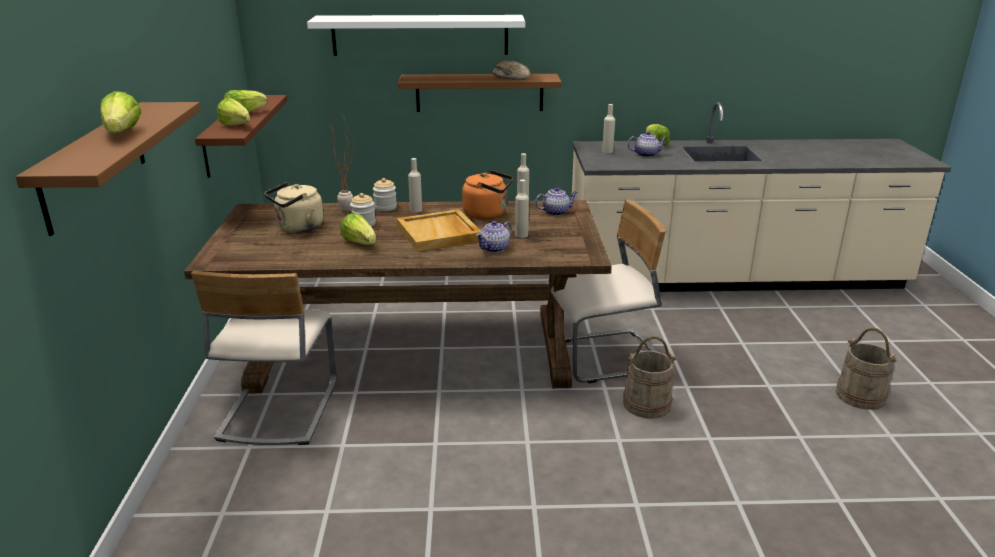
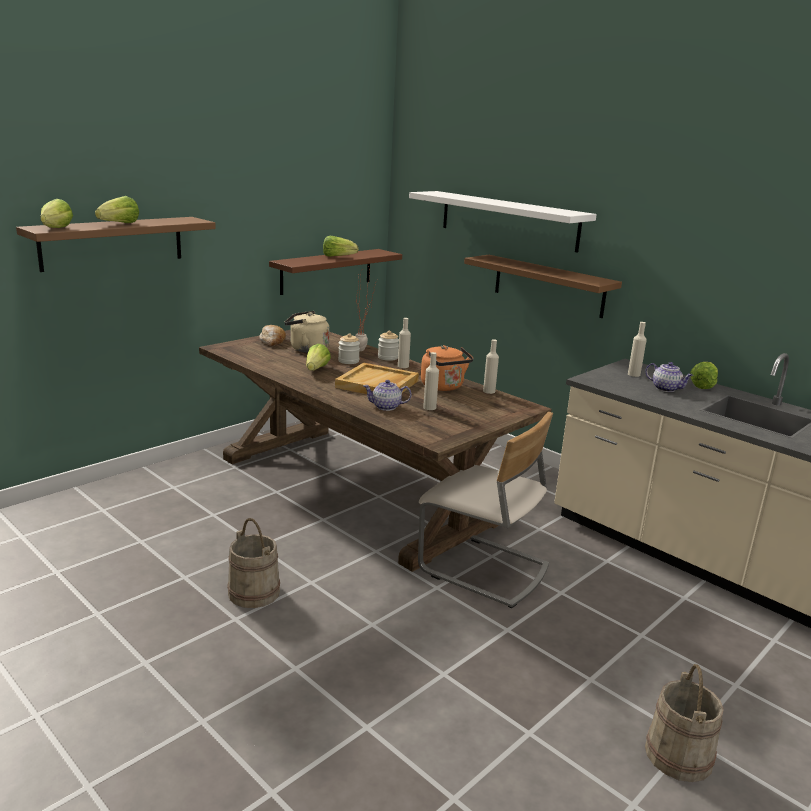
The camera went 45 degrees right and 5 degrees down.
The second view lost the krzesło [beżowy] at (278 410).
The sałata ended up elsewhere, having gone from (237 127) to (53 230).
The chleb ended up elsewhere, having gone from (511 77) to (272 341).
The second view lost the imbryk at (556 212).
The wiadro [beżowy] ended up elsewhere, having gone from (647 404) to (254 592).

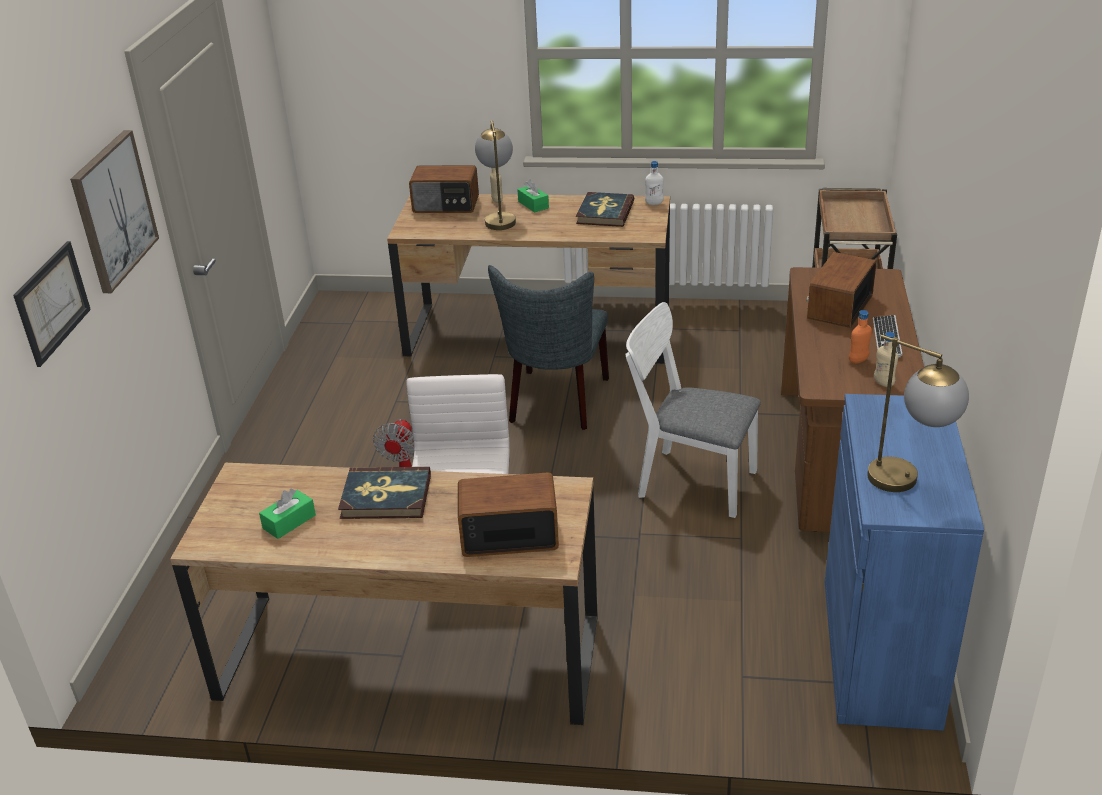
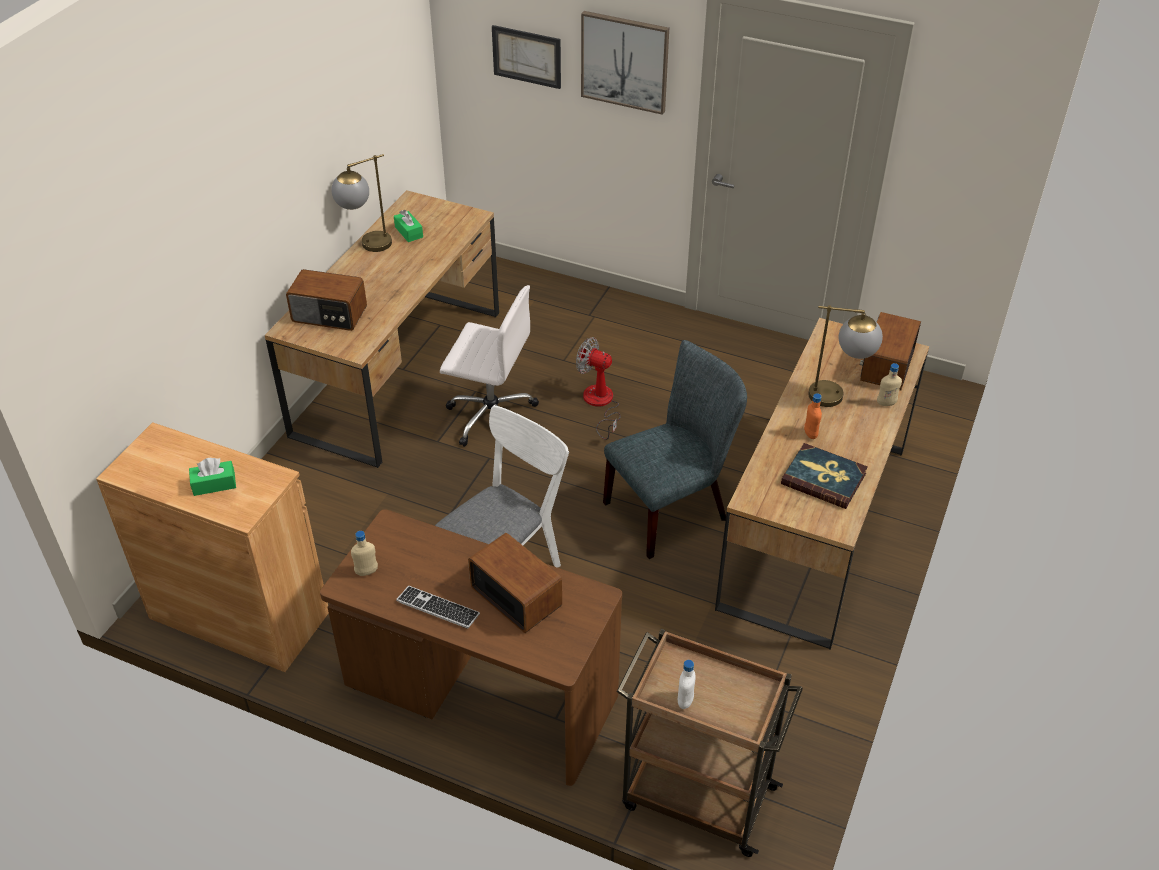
The camera went 105 degrees right and 10 degrees up.
The second view lost the książka at (386 497).
The radio at (508 534) ended up facing another way, 90 degrees clockwise from before.
The krzesło [szary] at (556 403) ended up facing another way, 120 degrees clockwise from before.
The pudełko chusteczek [zielony] ended up elsewhere, having gone from (533 205) to (214 484).
The butelka [biały] ended up elsewhere, having gone from (654 203) to (685 701).
What was the szafka [niebieski] at (880 651) turned into the szafka [brązowy] at (239 615).
The butelka [pomarańczowy] ended up elsewhere, having gone from (858 360) to (810 434).
The lampa stołowa ended up elsewhere, having gone from (909 484) to (366 247).

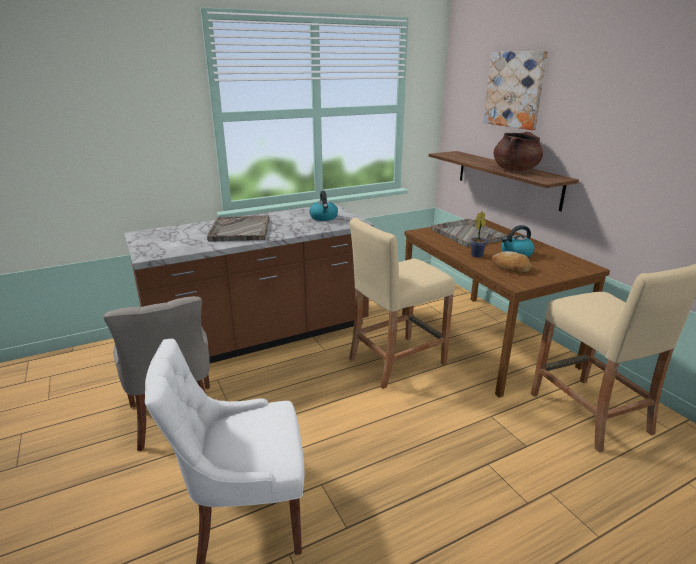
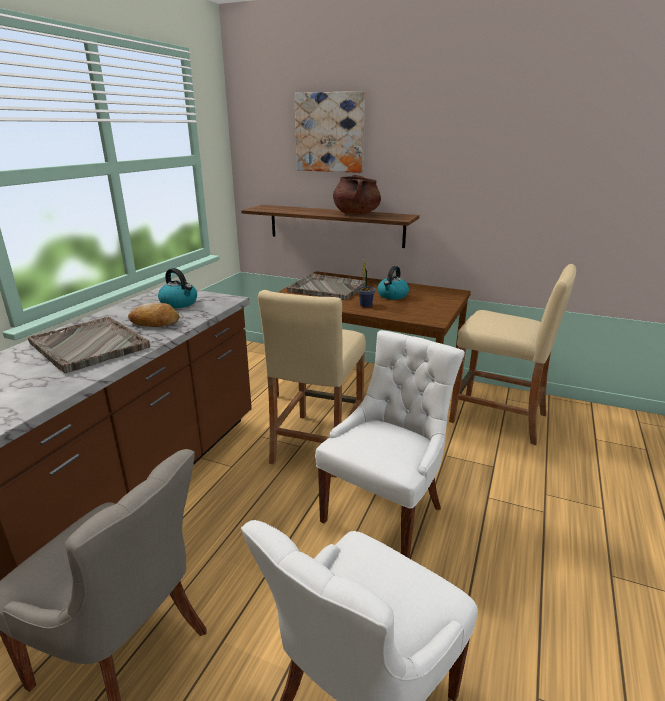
The camera went 40 degrees left and 0 degrees up.
The chleb ended up elsewhere, having gone from (510 267) to (155 323).
The second view gained the krzesło [biały] at (385 513).

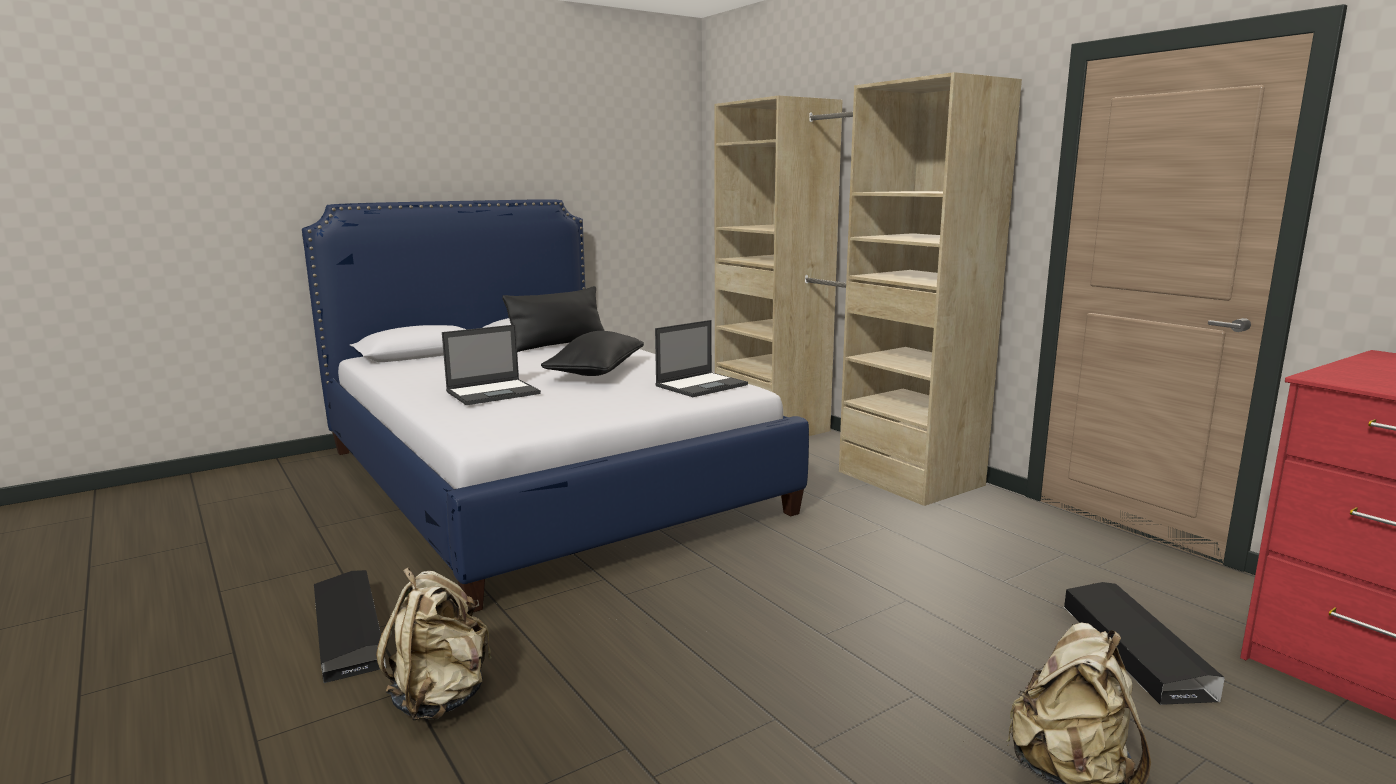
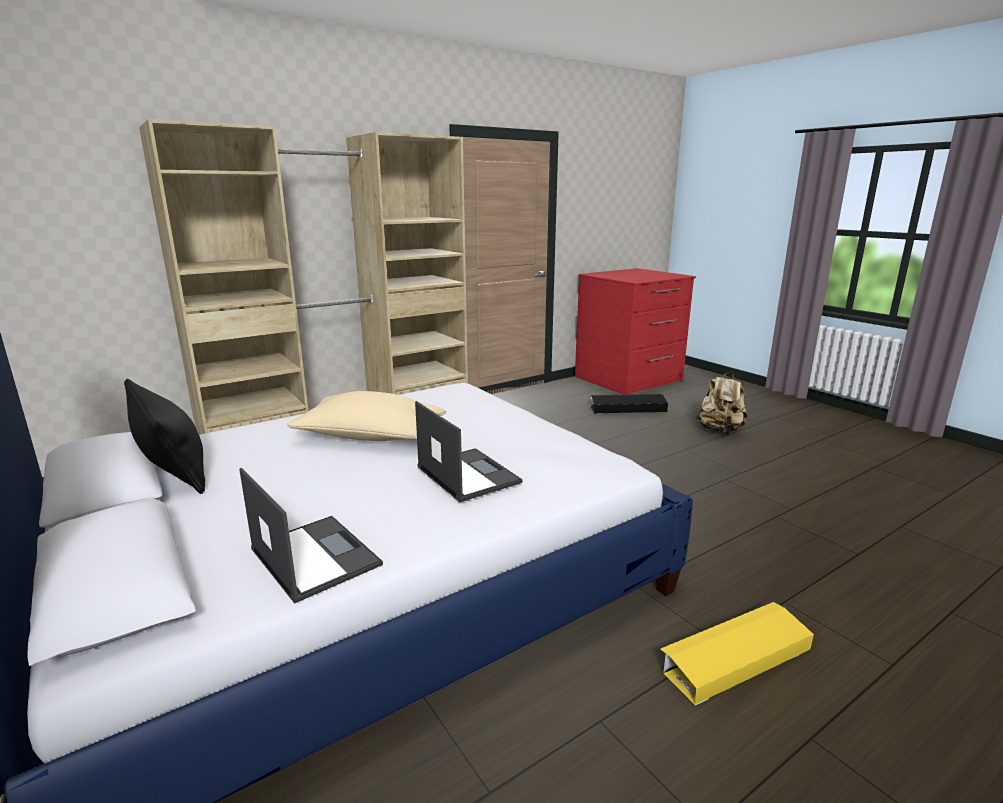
The camera went 90 degrees left and 5 degrees up.
What was the pojemnik do przechowywania [czarny] at (349 632) turned into the pojemnik do przechowywania [żółty] at (734 658).
The second view lost the plecak [beżowy] at (441 697).
What was the poduszka [czarny] at (596 372) turned into the poduszka [beżowy] at (370 437).
The laptop ended up elsewhere, having gone from (702 385) to (314 556).

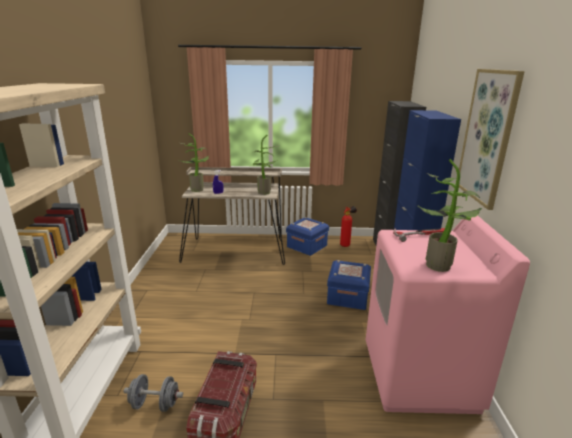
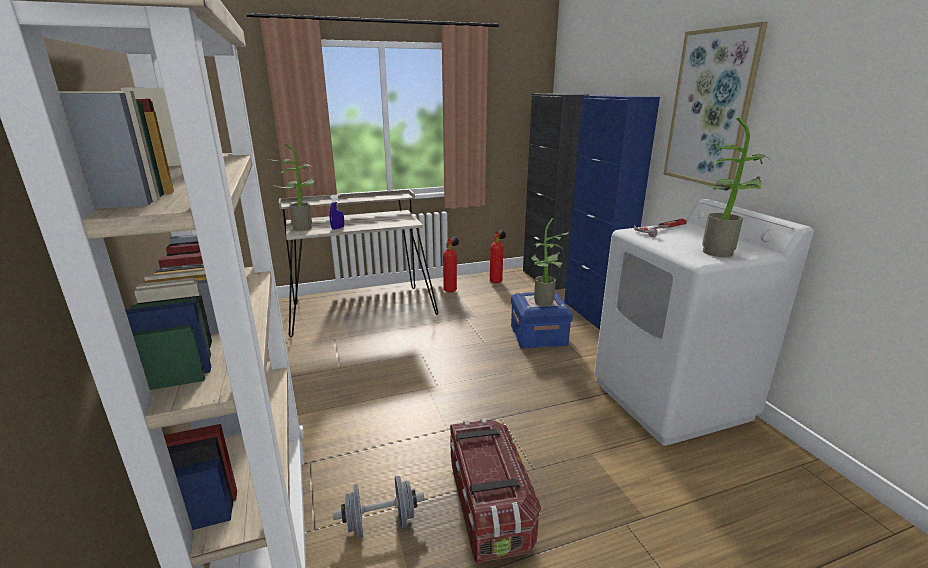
The camera went 20 degrees left and 0 degrees up.
The roślina doniczkowa ended up elsewhere, having gone from (264 193) to (545 303).
Where the pojemnik do przechowywania [niebieski] stood at (307 246), the gaśnica came to stand at (451 290).
What was the pralka [różowy] at (419 376) turned into the pralka [biały] at (671 400).

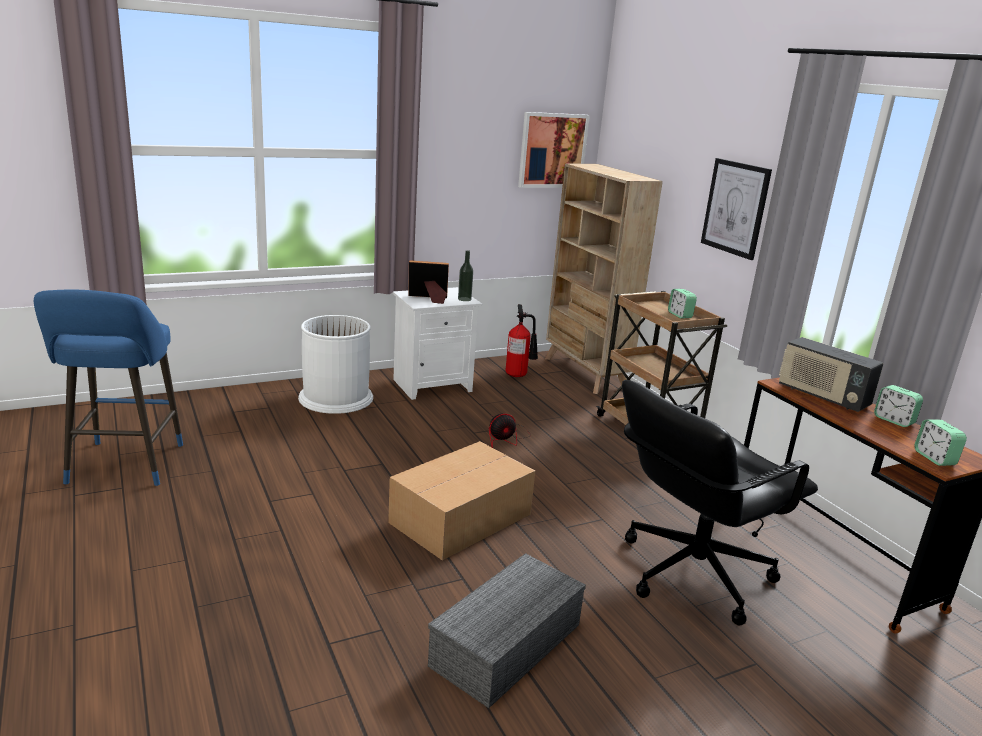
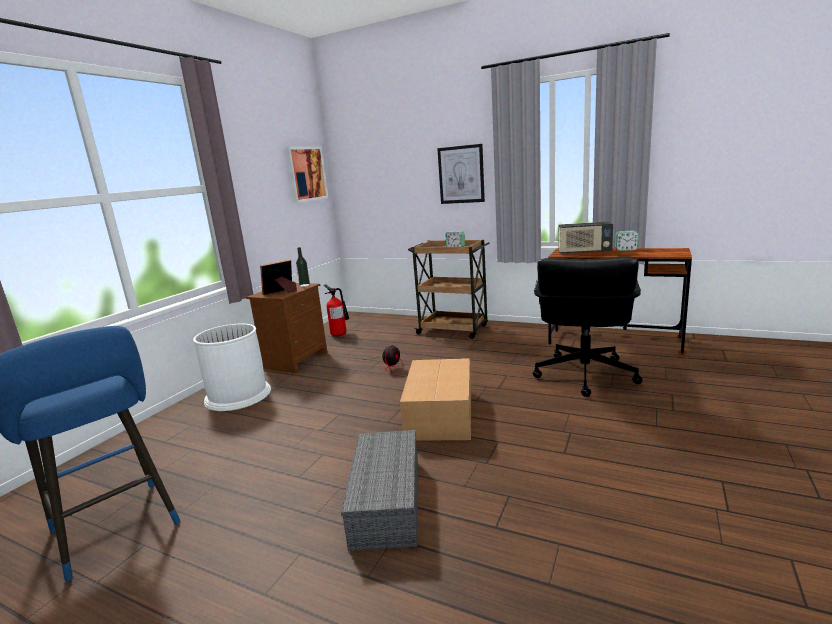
The camera went 35 degrees left and 5 degrees down.
What was the szafka nocna [biały] at (433 385) turned into the szafka nocna [brązowy] at (295 360).
The pojemnik do przechowywania [szary] ended up elsewhere, having gone from (506 646) to (388 502).
The second view lost the regał [beżowy] at (585 373).
The second view lost the budzik at (934 458).

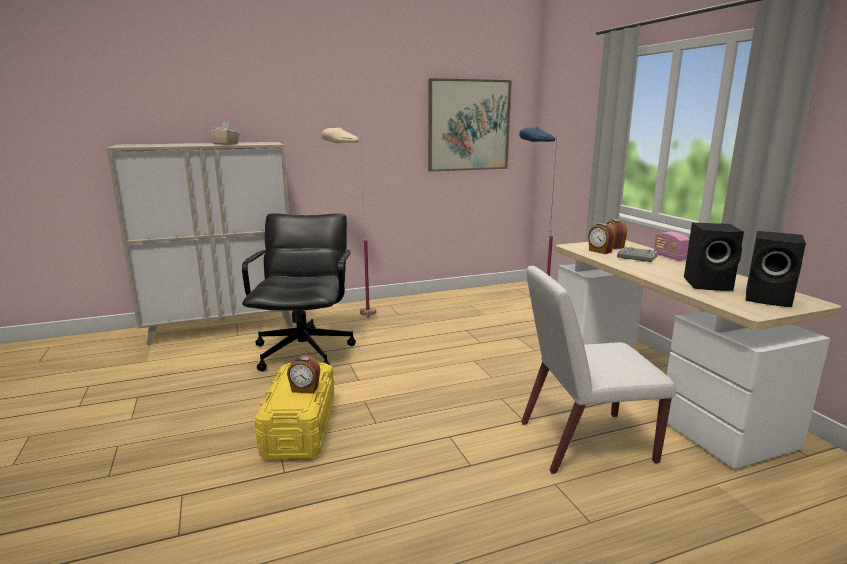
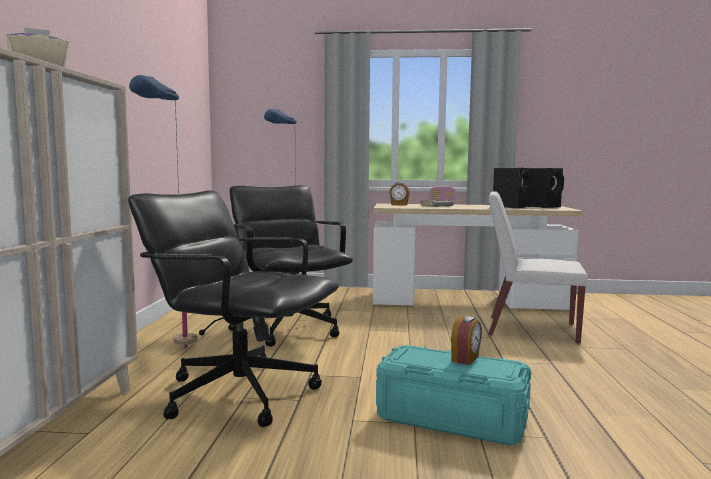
The camera went 65 degrees left and 10 degrees down.
What was the pojemnik do przechowywania [żółty] at (300 427) turned into the pojemnik do przechowywania [turkusowy] at (451 418).
What was the lampa stojąca [beżowy] at (354 317) turned into the lampa stojąca [niebieski] at (170 354).
The second view lost the obraz at (468 125).
The krzesło [biały] at (584 442) ended up facing another way, 90 degrees clockwise from before.
The second view lost the budzik at (599 251).
The second view gained the krzesło biurowe [czarny] at (288 328).

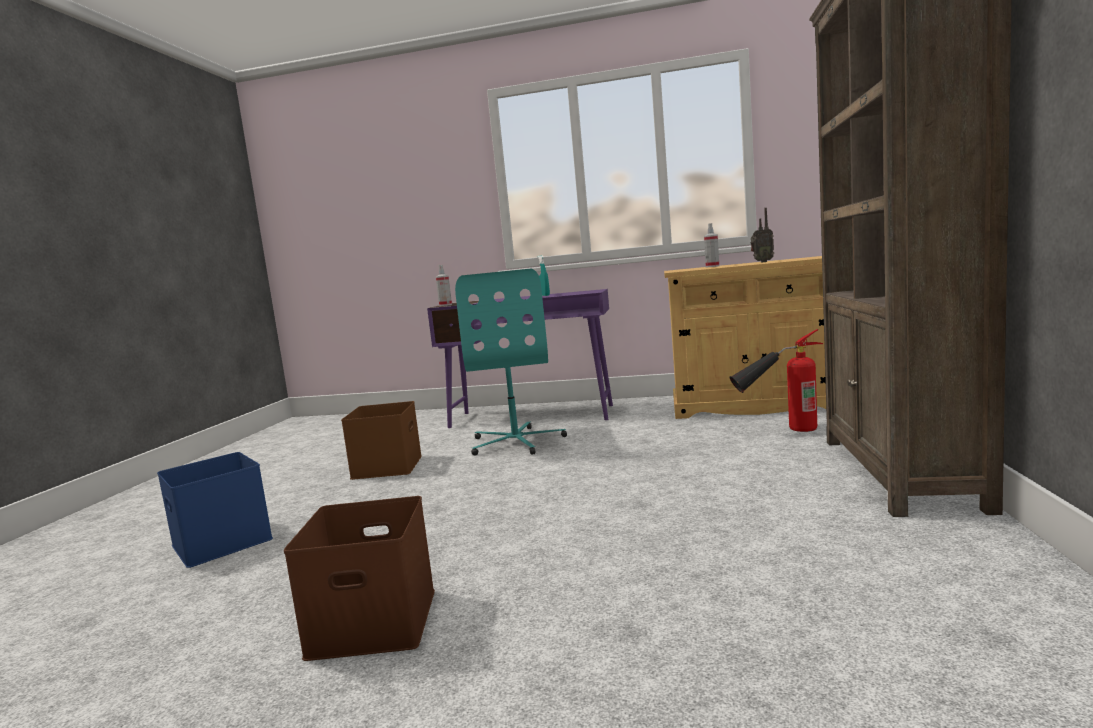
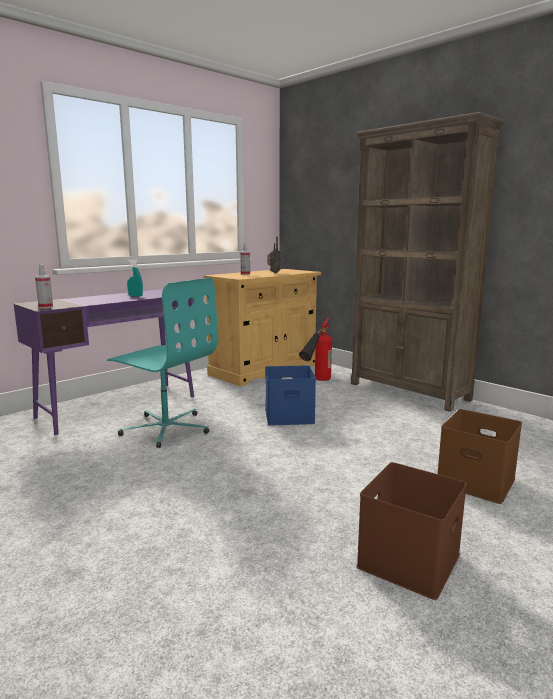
The camera went 55 degrees left and 5 degrees up.
The pojemnik do przechowywania [niebieski] ended up elsewhere, having gone from (224 542) to (290 415).
The pojemnik do przechowywania [brązowy] ended up elsewhere, having gone from (388 467) to (477 481).

